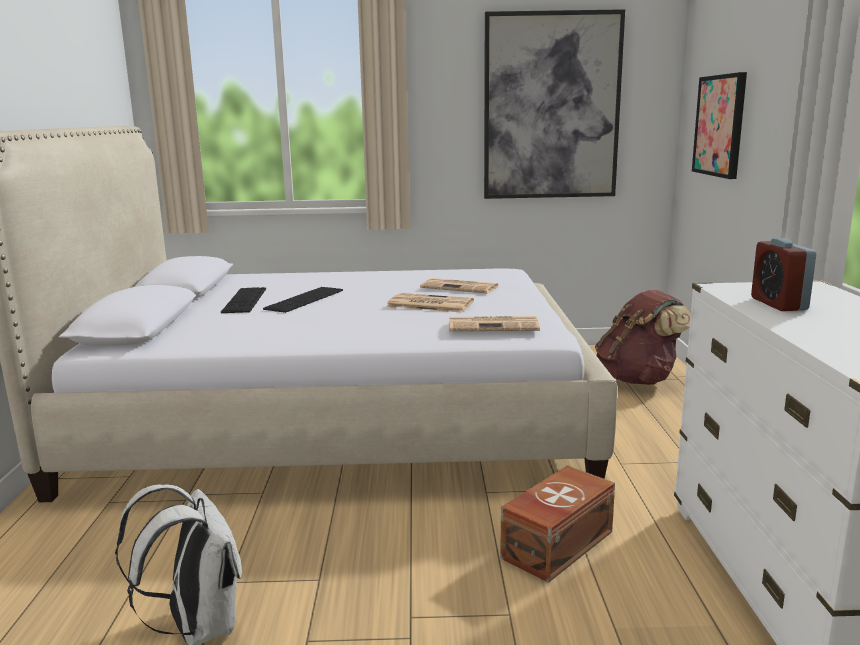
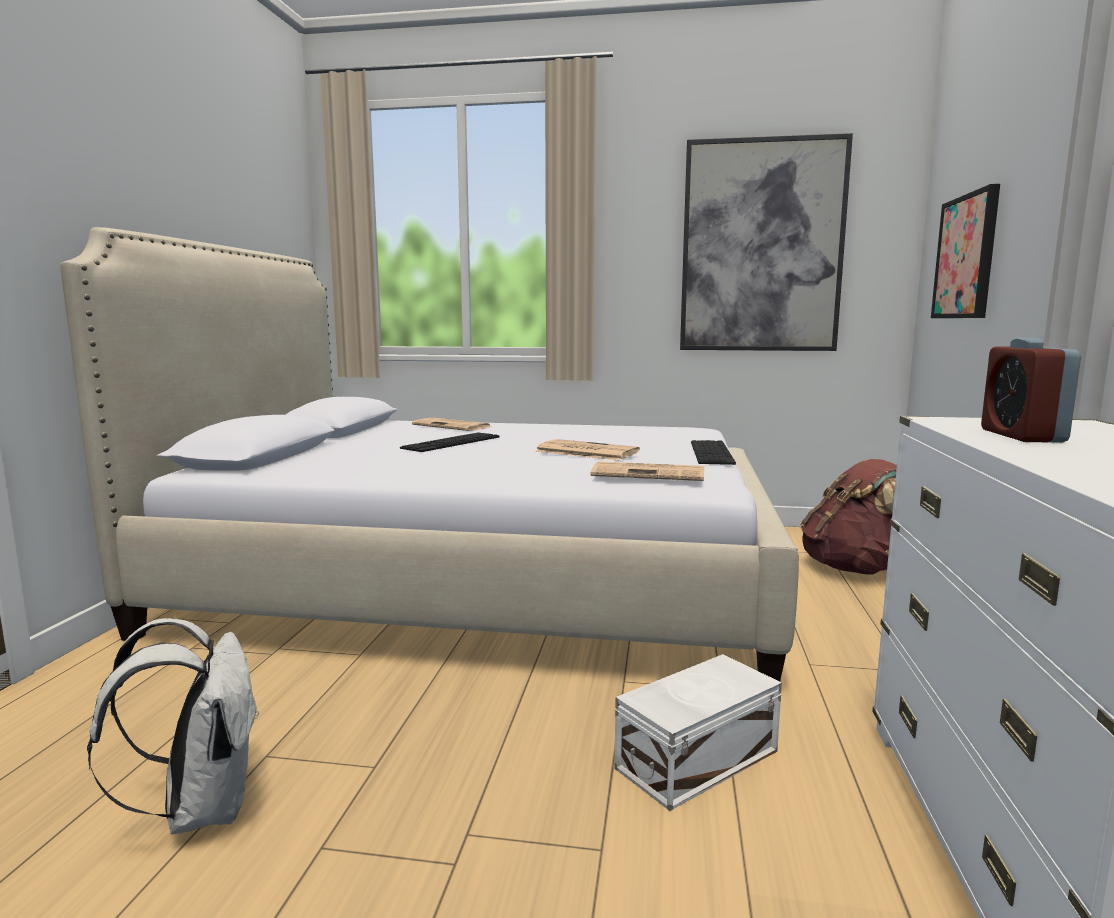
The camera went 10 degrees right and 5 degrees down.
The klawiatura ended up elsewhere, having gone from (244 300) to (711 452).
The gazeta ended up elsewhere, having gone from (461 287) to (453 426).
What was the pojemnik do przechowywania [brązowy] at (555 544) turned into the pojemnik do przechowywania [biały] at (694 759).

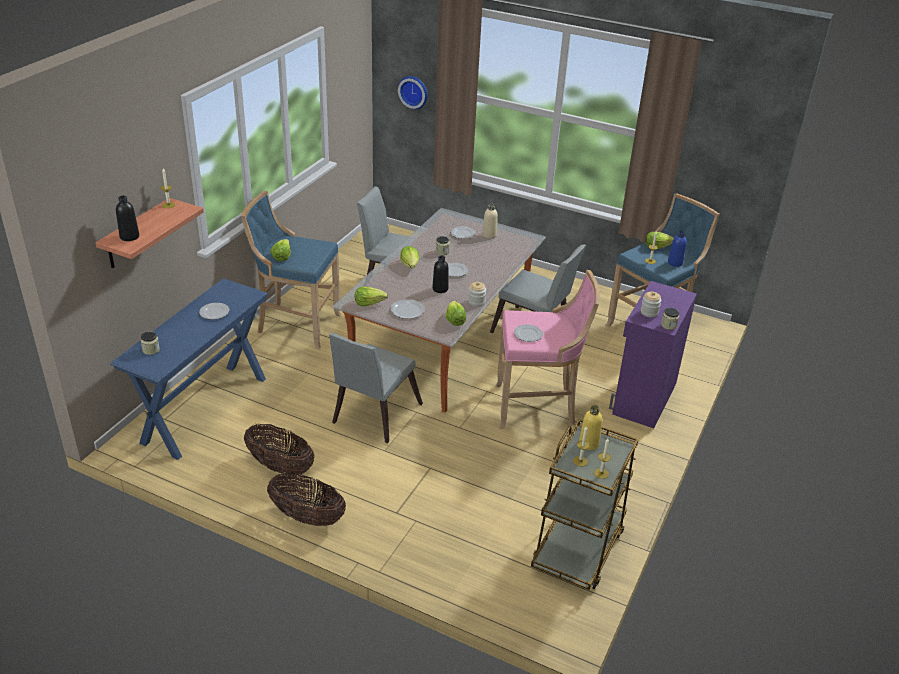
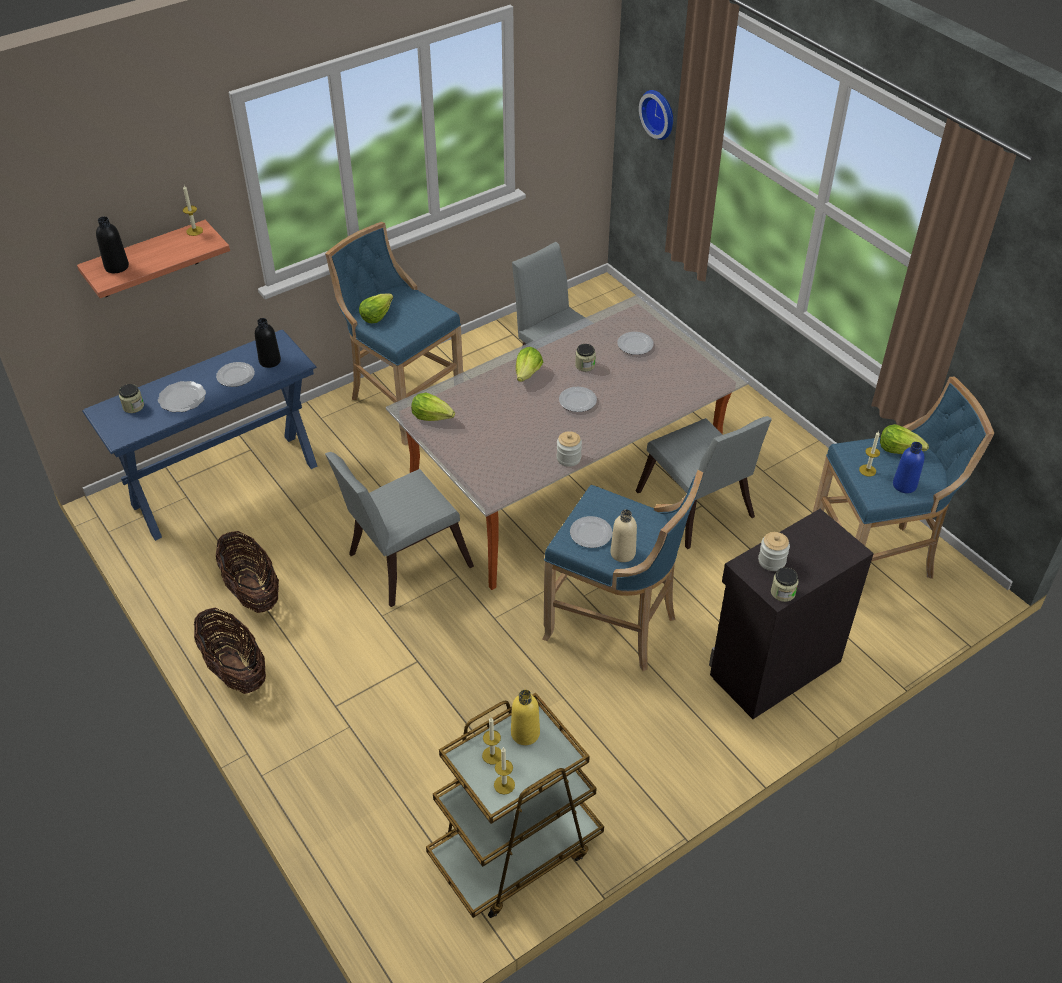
The camera went 30 degrees right and 10 degrees up.
The talerz ended up elsewhere, having gone from (407 310) to (183 398).
The butelka [czarny] ended up elsewhere, having gone from (440 289) to (270 361).
The second view lost the sałata at (454 320).
The butelka [beżowy] ended up elsewhere, having gone from (489 235) to (623 553).
What was the stołek [różowy] at (537 407) turned into the stołek [niebieski] at (615 626).
What was the szafka [fioletowy] at (643 398) turned into the szafka [czarny] at (773 667).

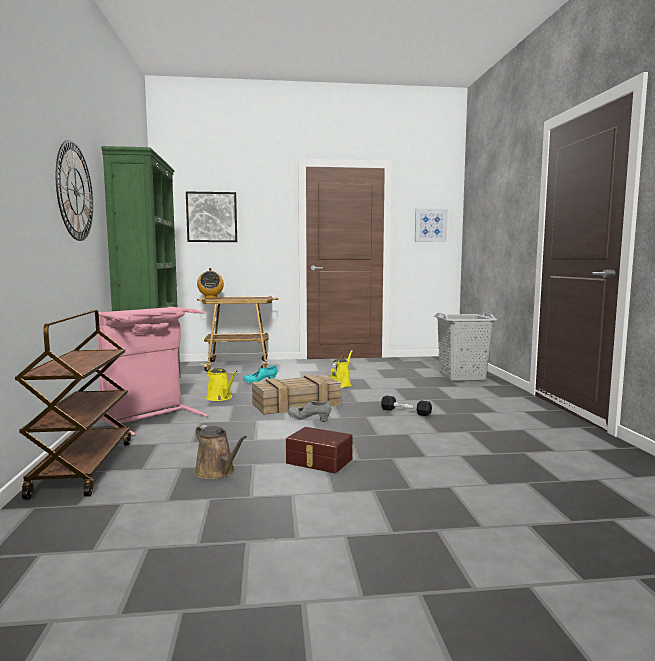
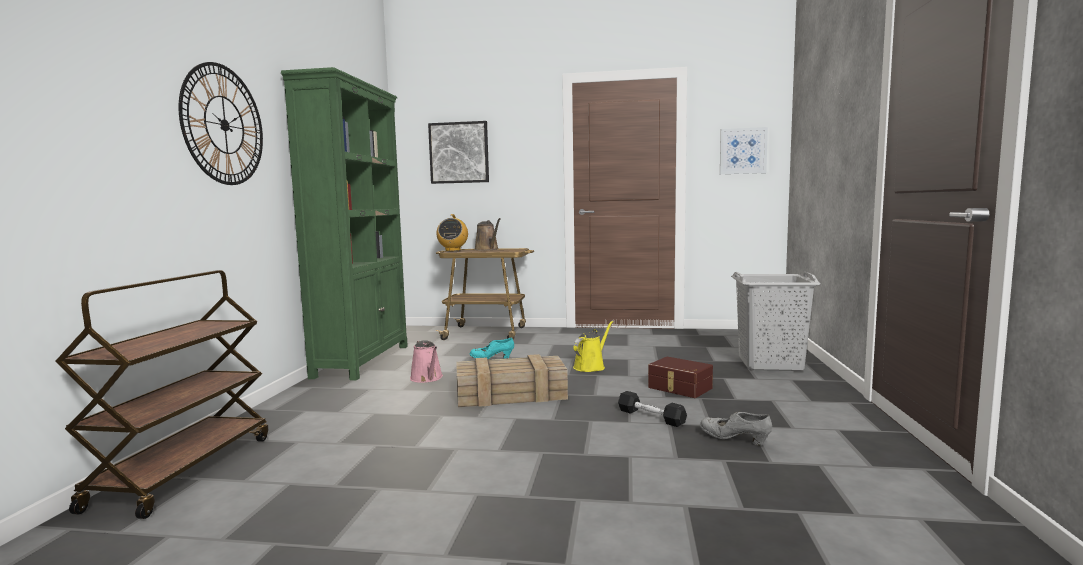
The camera went 15 degrees right and 0 degrees up.
The second view lost the kosz na pranie [różowy] at (150 417).
The konewka [brązowy] ended up elsewhere, having gone from (217 472) to (487 249).
What was the konewka [żółty] at (220 398) turned into the konewka [różowy] at (427 378).
The pojemnik do przechowywania [brązowy] ended up elsewhere, having gone from (318 461) to (679 388).
The but [szary] ended up elsewhere, having gone from (309 420) to (734 440).

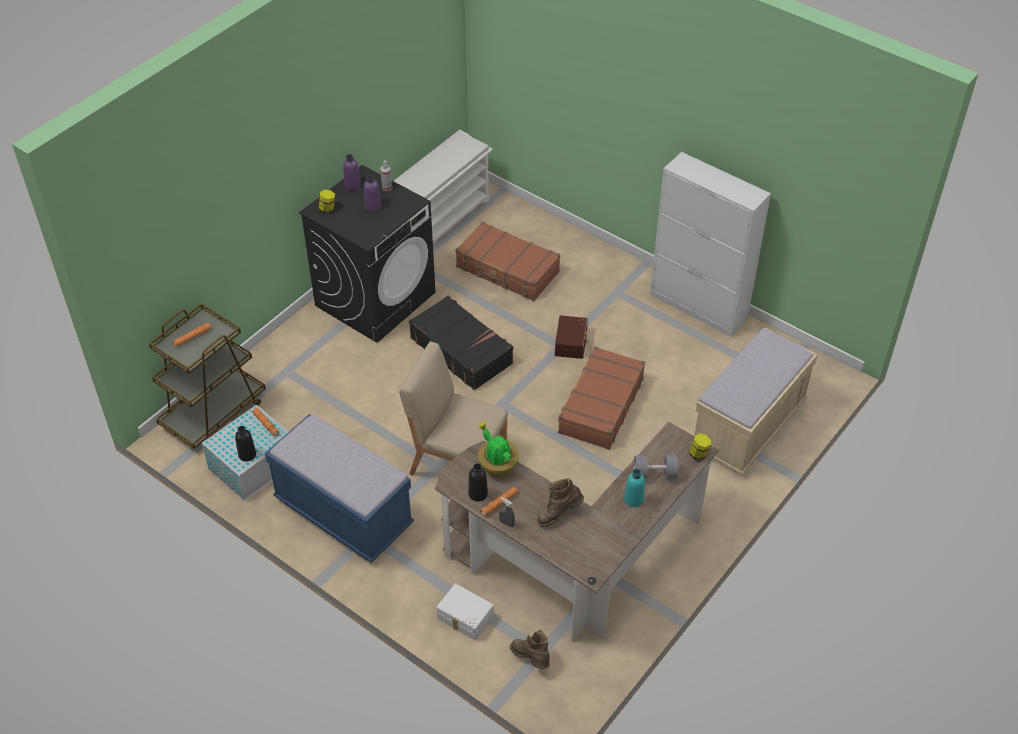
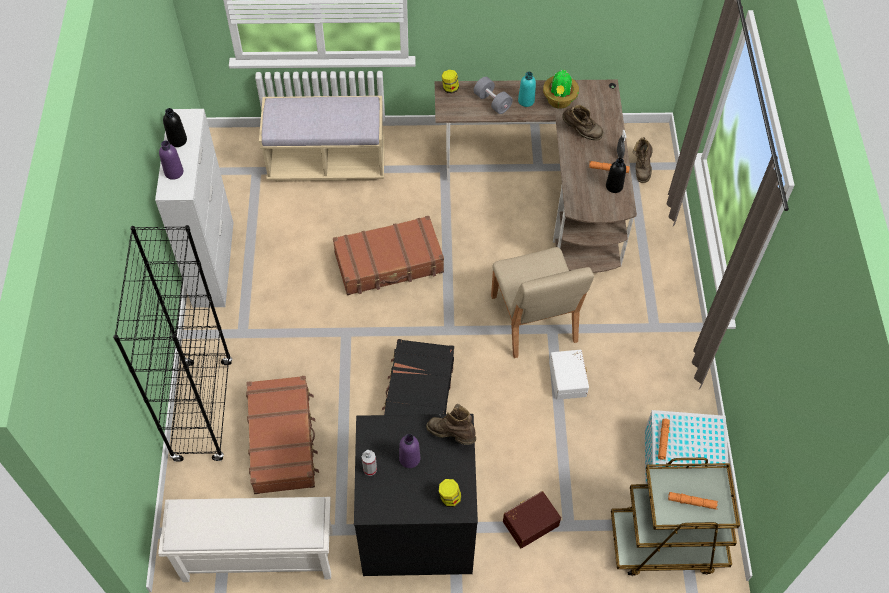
The camera went 130 degrees left and 10 degrees up.
The butelka [czarny] ended up elsewhere, having gone from (247 455) to (177 140).
The second view lost the ławka [niebieski] at (343 513).
The butelka [fioletowy] ended up elsewhere, having gone from (352 186) to (174 172).
The pojemnik do przechowywania [biały] ended up elsewhere, having gone from (464 618) to (568 379).
The roślina doniczkowa ended up elsewhere, having gone from (497 466) to (559 101).
The pojemnik do przechowywania [brązowy] ended up elsewhere, having gone from (572 343) to (530 522).
The second view gained the regał [czarny] at (203 411).
The second view gained the but z cholewką [brązowy] at (452 435).

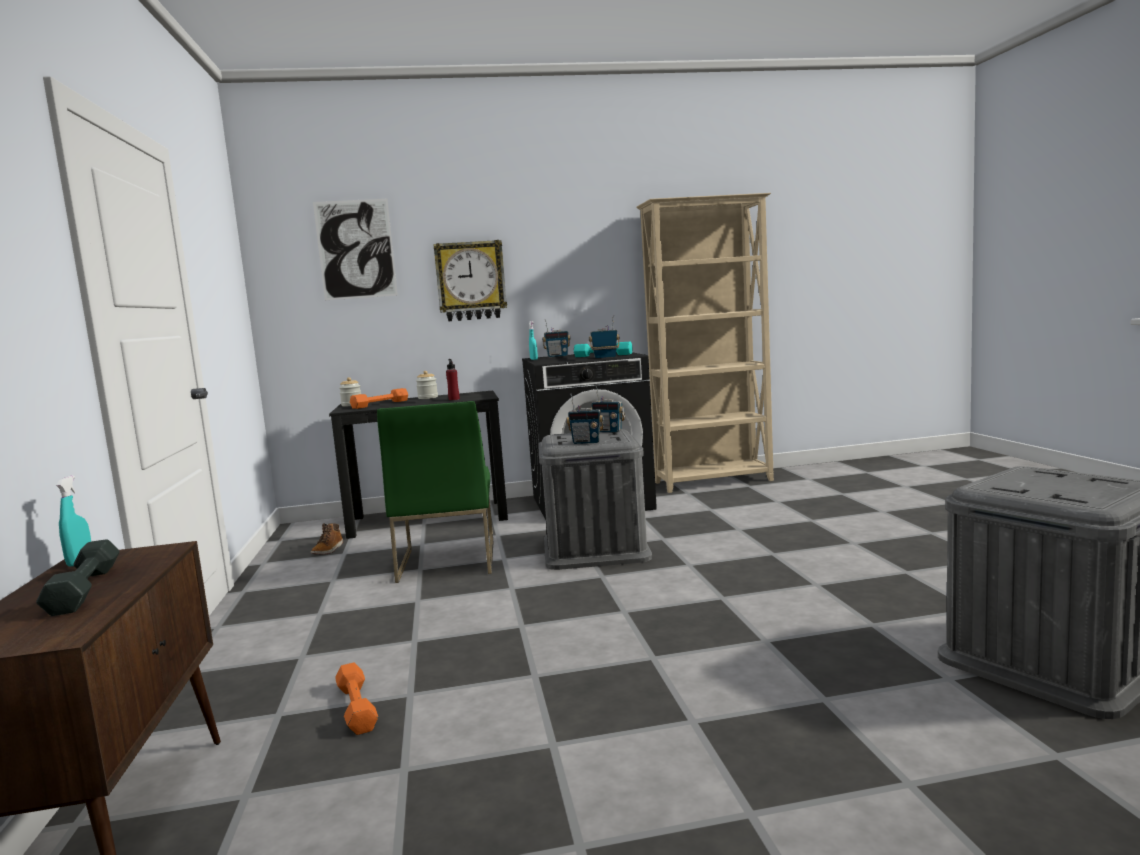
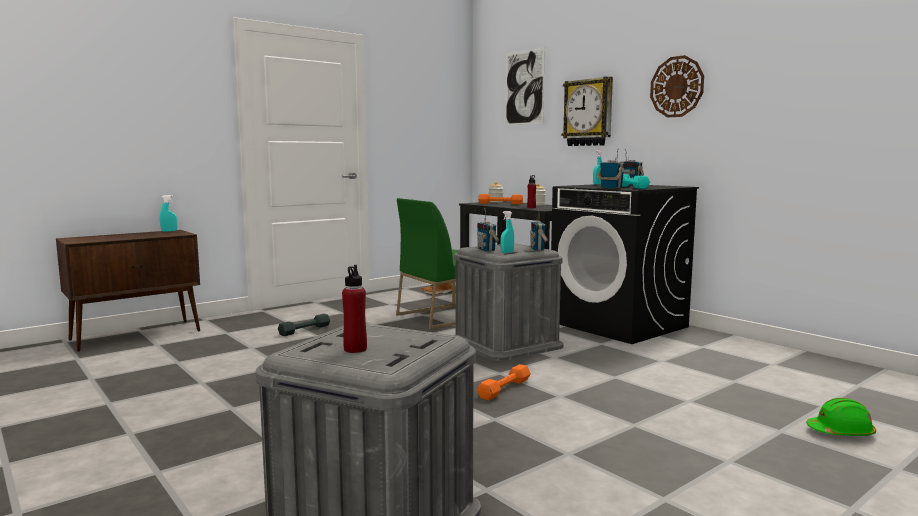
The camera went 60 degrees right and 0 degrees up.
The hantel [szary] ended up elsewhere, having gone from (84 589) to (304 330).
The hantel [pomarańczowy] ended up elsewhere, having gone from (356 707) to (504 388).
The second view lost the regał [beżowy] at (714 482).
The second view gained the butelka [czerwony] at (355 349).
The second view gained the spryskiwacz [turkusowy] at (507 252).
The second view gained the zegar ścienny at (677 87).
The second view gained the kask [zielony] at (840 432).

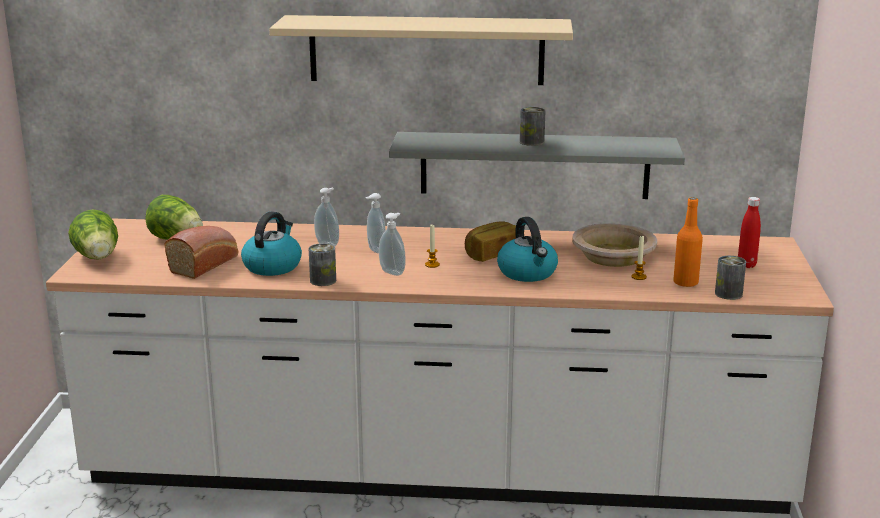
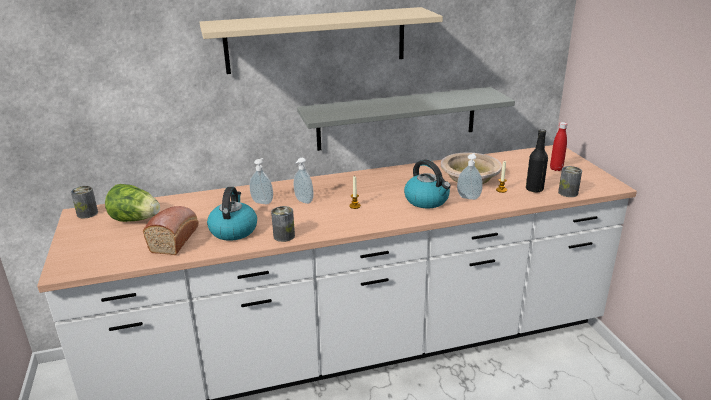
The camera went 20 degrees left and 5 degrees up.
The second view lost the sałata at (98 258).
The dozownik mydła ended up elsewhere, having gone from (393 272) to (469 197).
The second view lost the chleb at (491 254).
The puszka ended up elsewhere, having gone from (531 142) to (87 213).
What was the butelka [pomarańczowy] at (685 283) turned into the butelka [czarny] at (534 189).

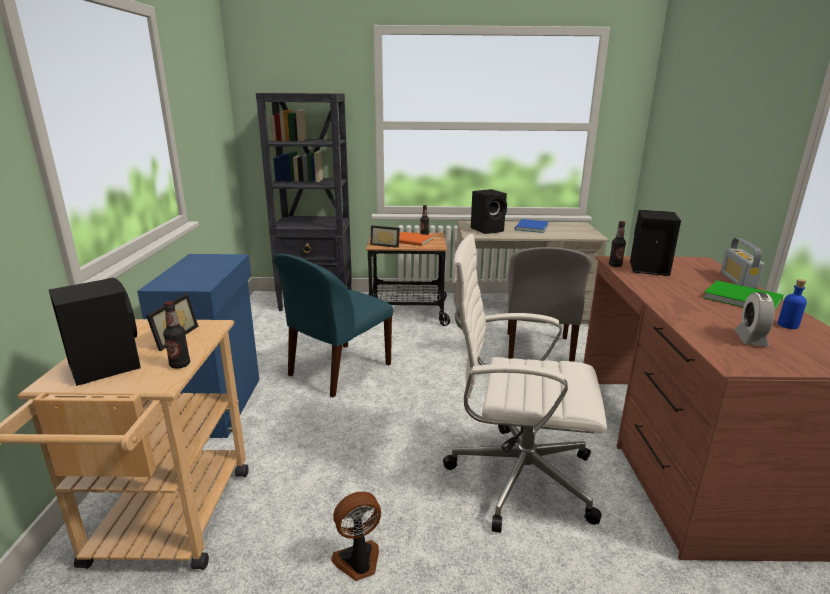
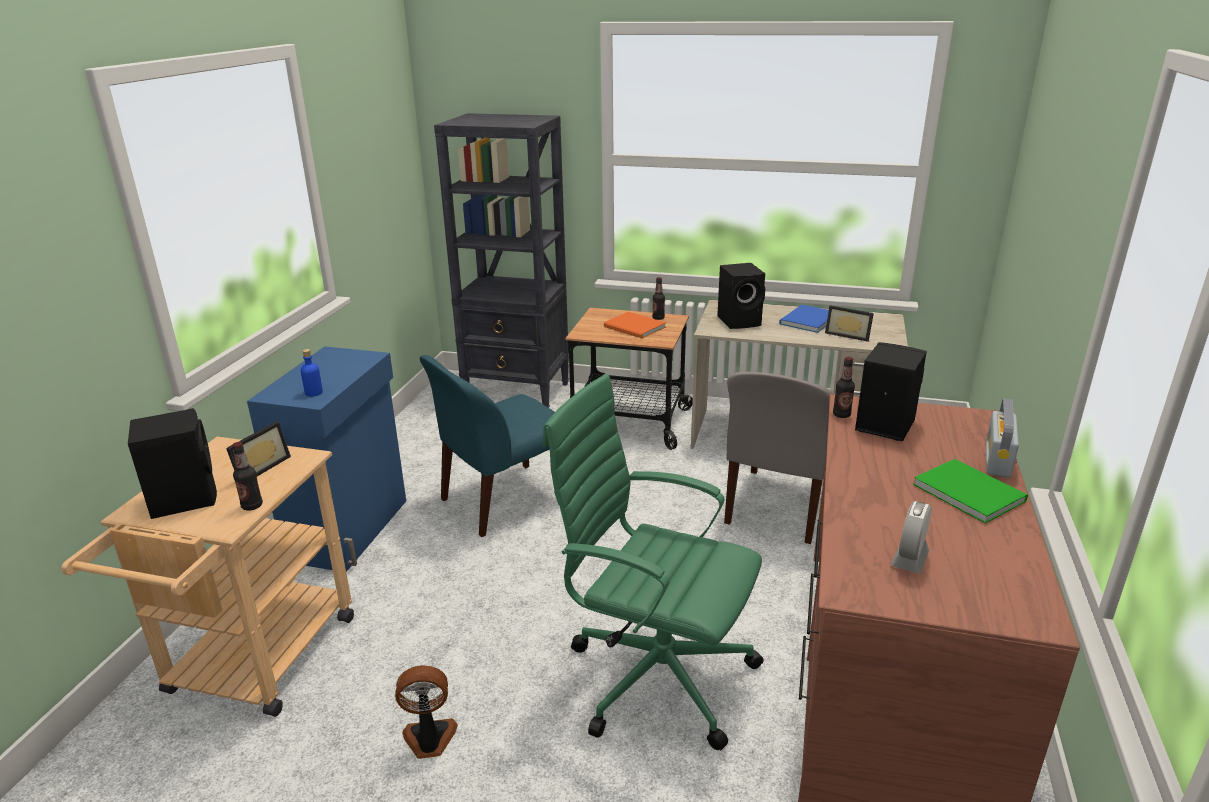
The camera went 15 degrees right and 5 degrees up.
The ramka na zdjęcie ended up elsewhere, having gone from (386 245) to (848 335).
What was the krzesło biurowe [biały] at (517 476) turned into the krzesło biurowe [zielony] at (655 674).
The butelka [niebieski] ended up elsewhere, having gone from (787 325) to (314 392).

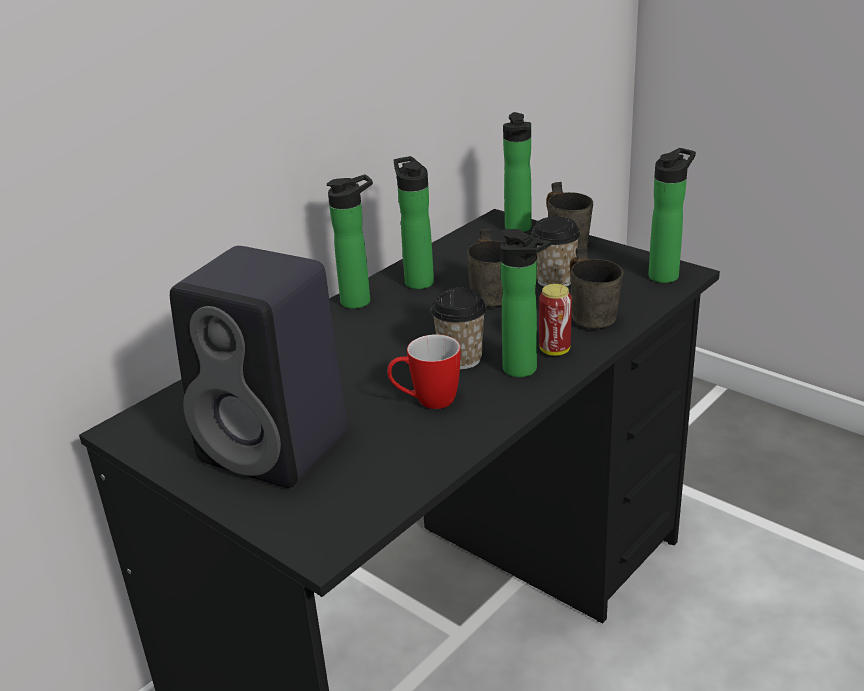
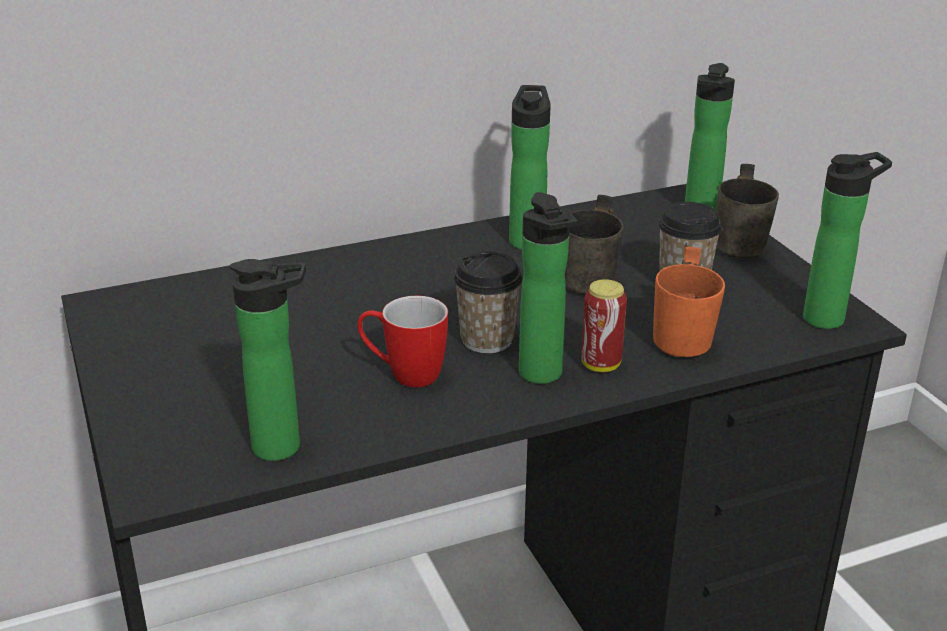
The camera went 25 degrees right and 0 degrees up.
The second view lost the głośnik [czarny] at (279 447).
The butelka ended up elsewhere, having gone from (360 300) to (284 447).
What was the kubek [szary] at (594 315) turned into the kubek [pomarańczowy] at (689 339).

